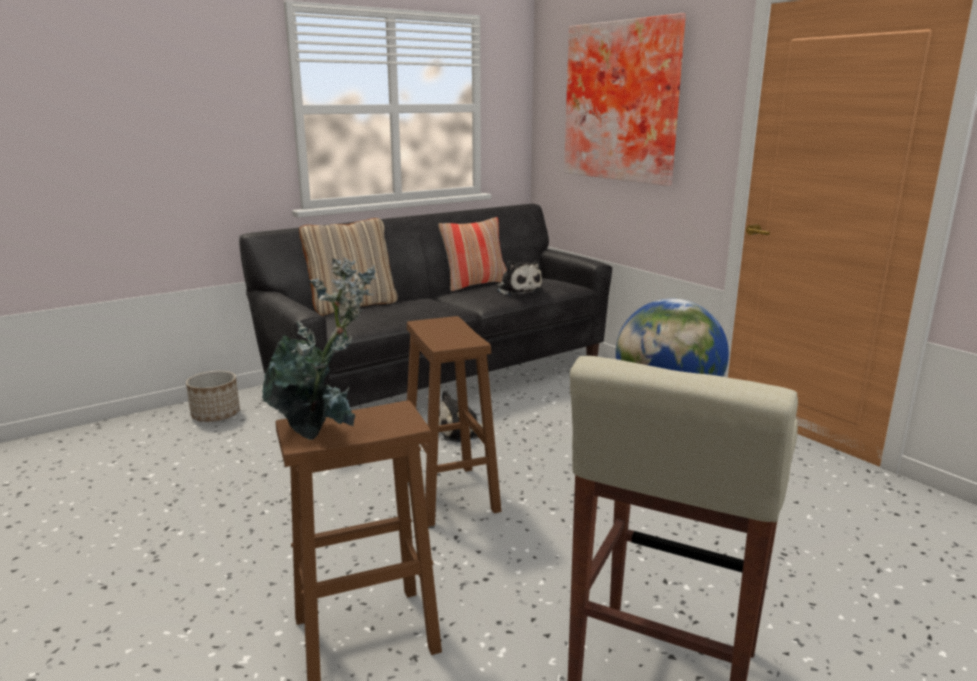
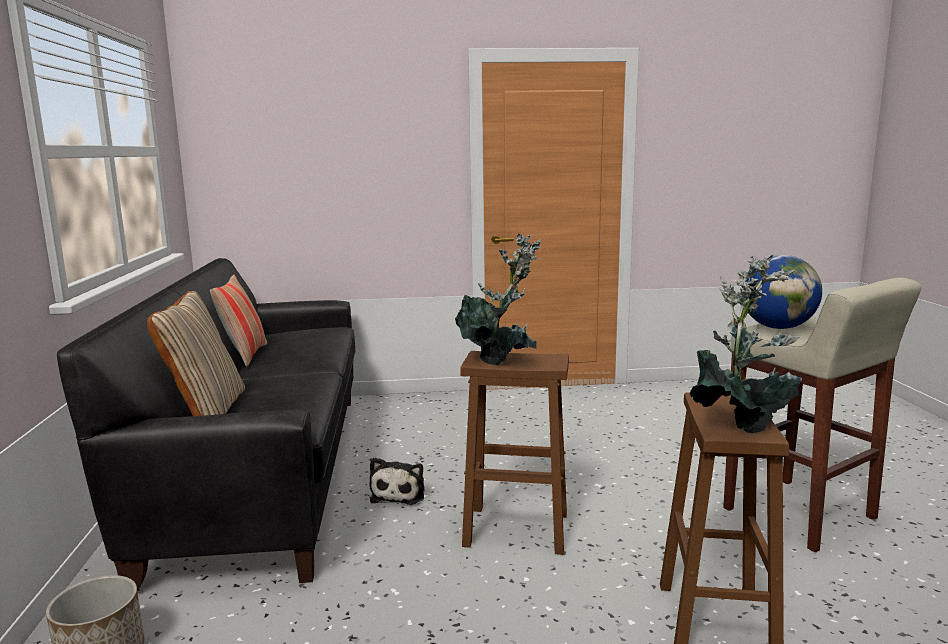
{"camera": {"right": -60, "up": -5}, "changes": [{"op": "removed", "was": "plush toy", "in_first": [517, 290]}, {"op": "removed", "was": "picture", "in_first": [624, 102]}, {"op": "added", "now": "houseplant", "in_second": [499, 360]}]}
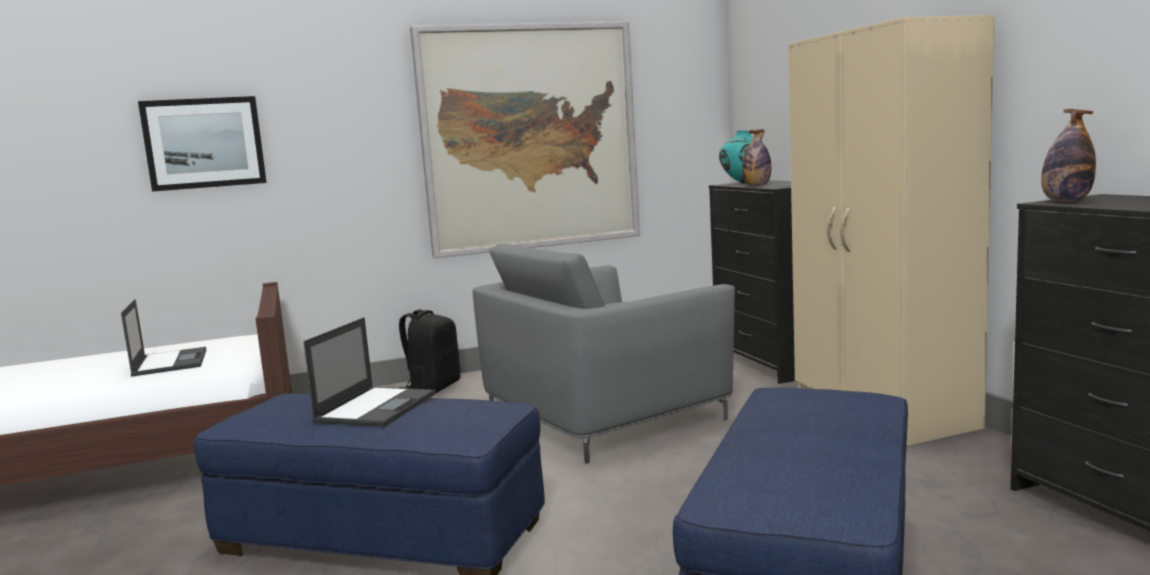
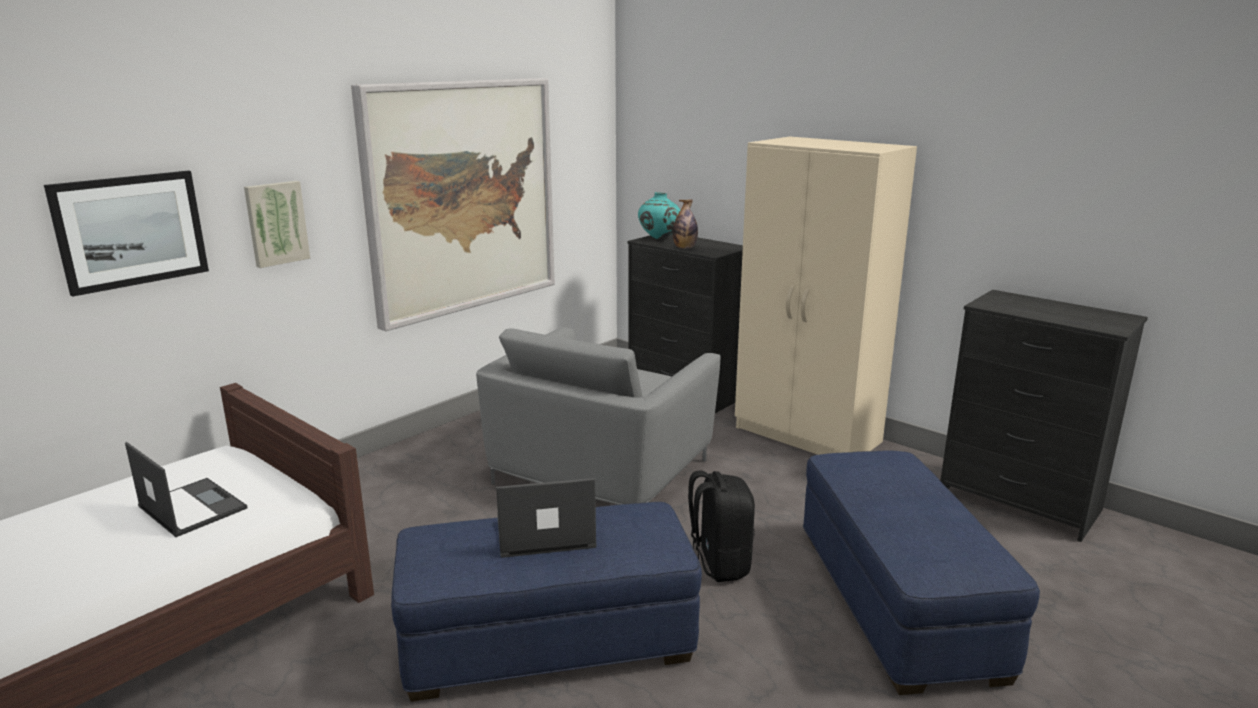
{"camera": {"right": -30, "up": 10}, "changes": [{"op": "turned", "was": "laptop", "in_first": [377, 407], "in_second": [544, 533], "clockwise": -90}, {"op": "moved", "was": "black-coloured backpack", "in_first": [433, 388], "in_second": [717, 564]}, {"op": "removed", "was": "beverage bottle", "in_first": [1066, 201]}, {"op": "added", "now": "picture", "in_second": [276, 223]}]}
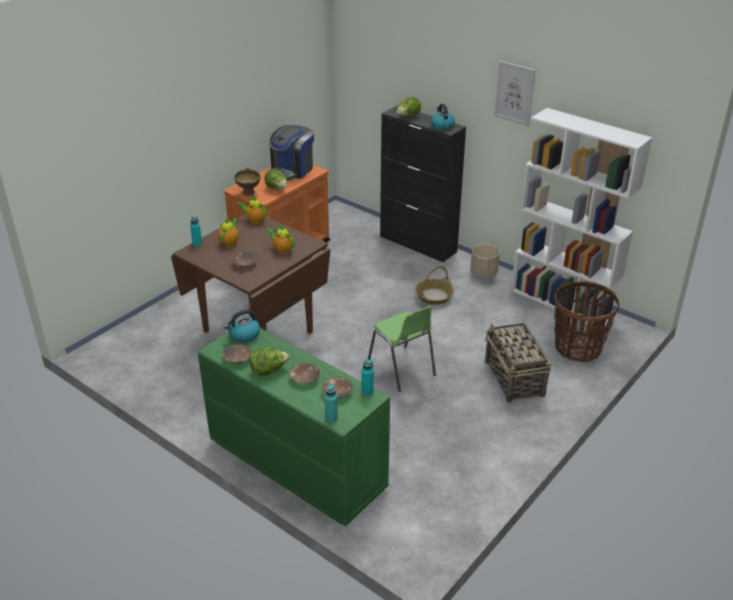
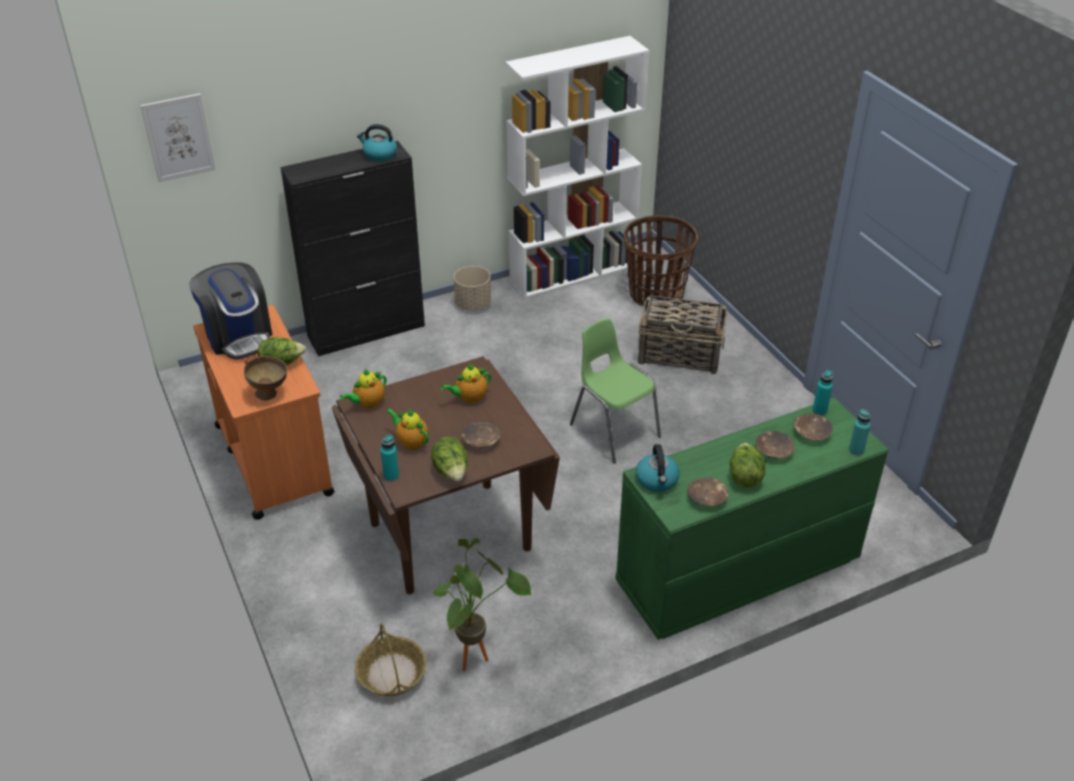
{"camera": {"right": -65, "up": 5}, "changes": [{"op": "turned", "was": "green plain chair", "in_first": [402, 369], "in_second": [613, 430], "clockwise": -120}, {"op": "moved", "was": "head of lettuce", "in_first": [408, 117], "in_second": [451, 472]}, {"op": "moved", "was": "basket", "in_first": [434, 296], "in_second": [391, 673]}, {"op": "moved", "was": "picture", "in_first": [514, 93], "in_second": [178, 137]}, {"op": "added", "now": "houseplant", "in_second": [478, 655]}]}
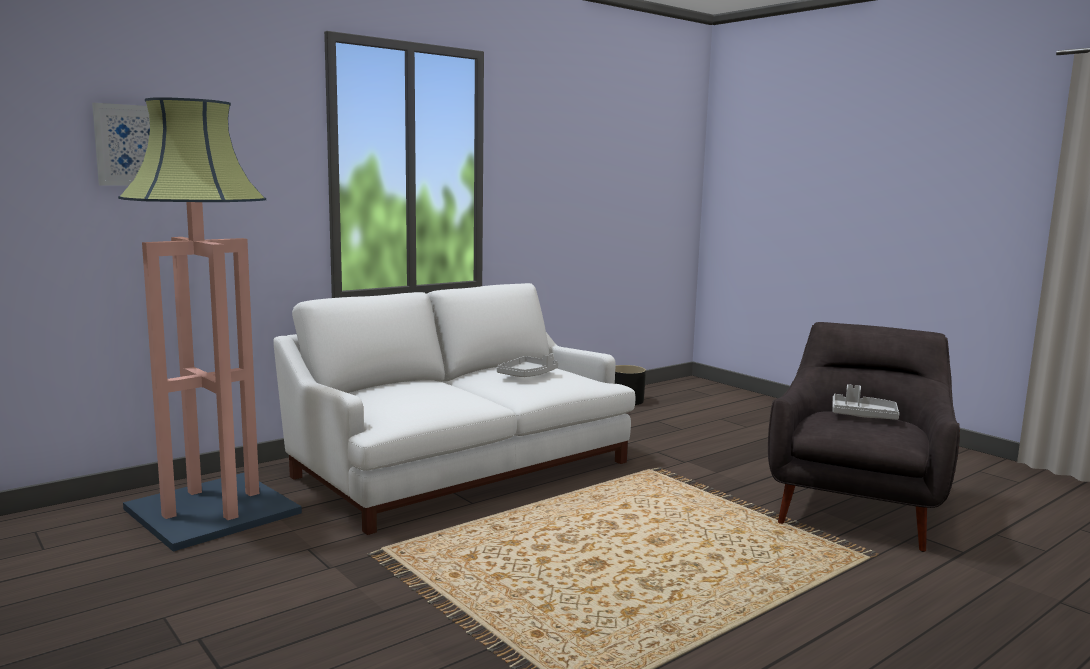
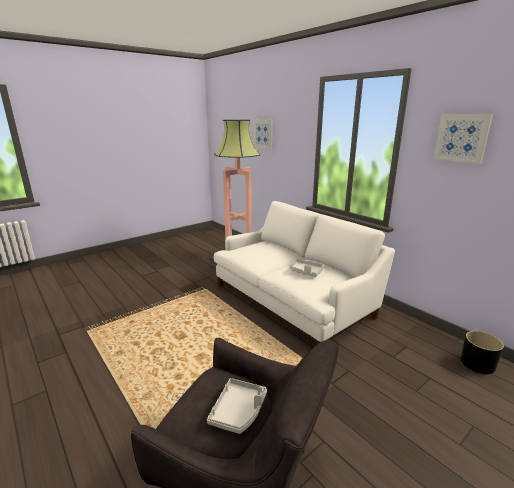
{"camera": {"right": 90, "up": 10}, "changes": [{"op": "added", "now": "picture", "in_second": [461, 137]}]}
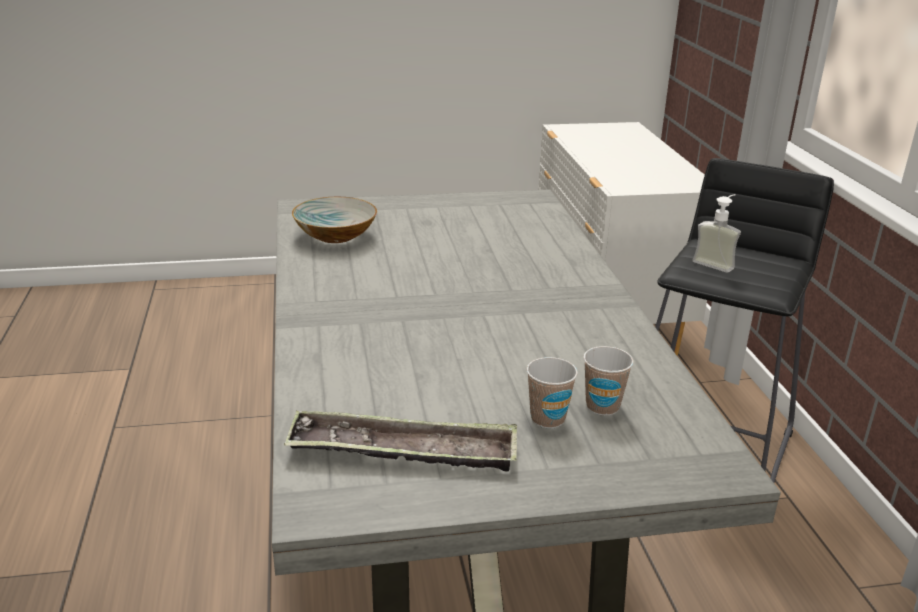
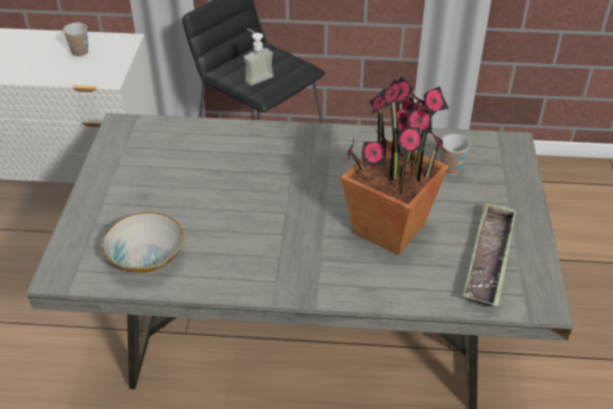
{"camera": {"right": -75, "up": 15}, "changes": [{"op": "moved", "was": "cup", "in_first": [547, 419], "in_second": [80, 52]}, {"op": "added", "now": "houseplant", "in_second": [389, 229]}]}
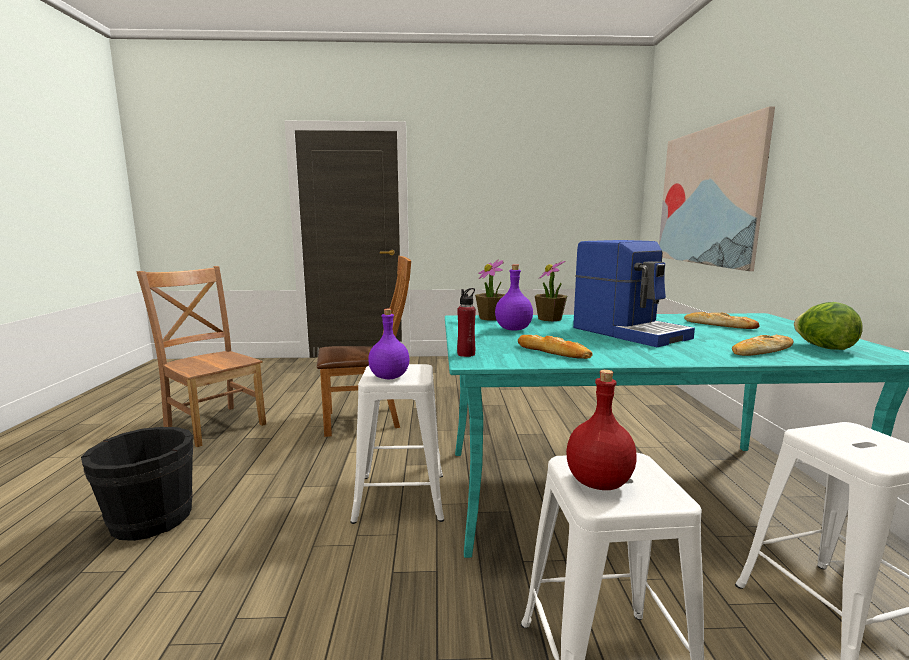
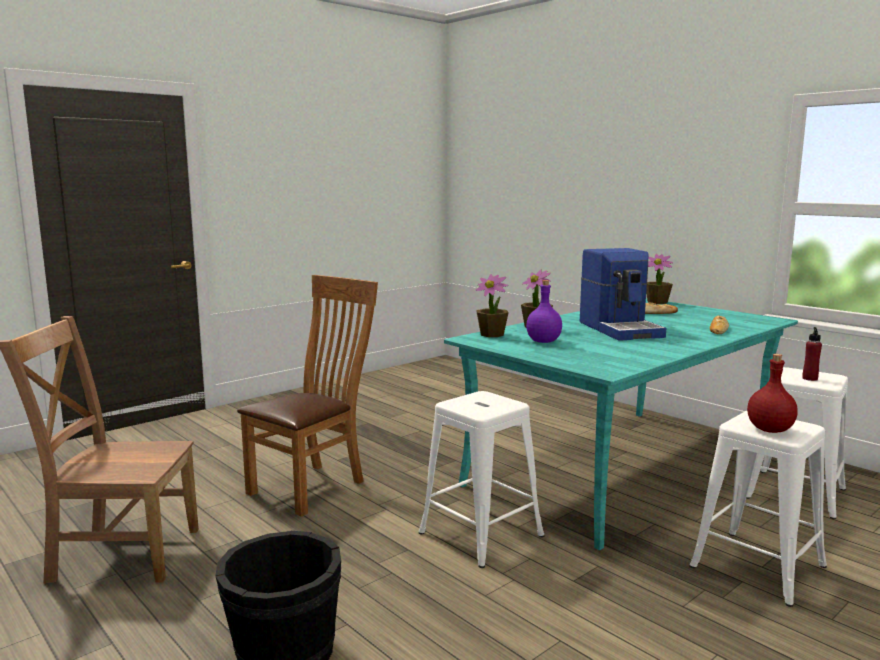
{"camera": {"right": -40, "up": 0}, "changes": [{"op": "removed", "was": "purple-coloured beverage bottle", "in_first": [390, 377]}, {"op": "moved", "was": "red beverage bottle", "in_first": [466, 354], "in_second": [810, 378]}, {"op": "removed", "was": "baked bread", "in_first": [552, 352]}, {"op": "turned", "was": "coffee maker", "in_first": [629, 332], "in_second": [621, 329], "clockwise": 60}, {"op": "removed", "was": "picture", "in_first": [708, 196]}, {"op": "removed", "was": "head of lettuce", "in_first": [823, 347]}, {"op": "added", "now": "houseplant", "in_second": [657, 302]}]}
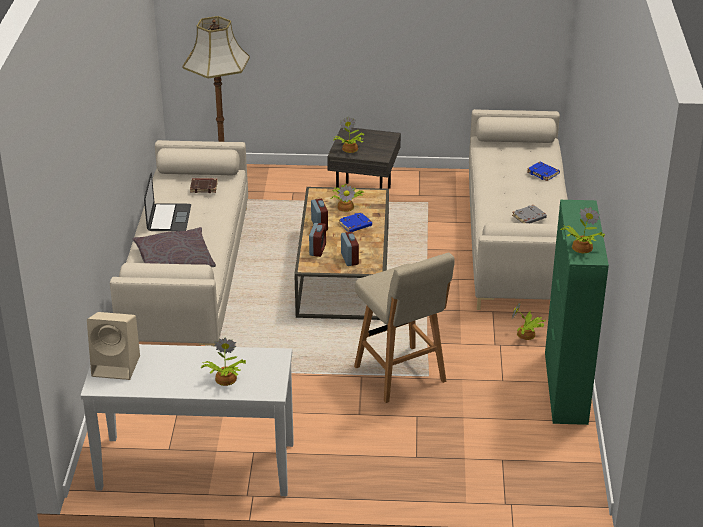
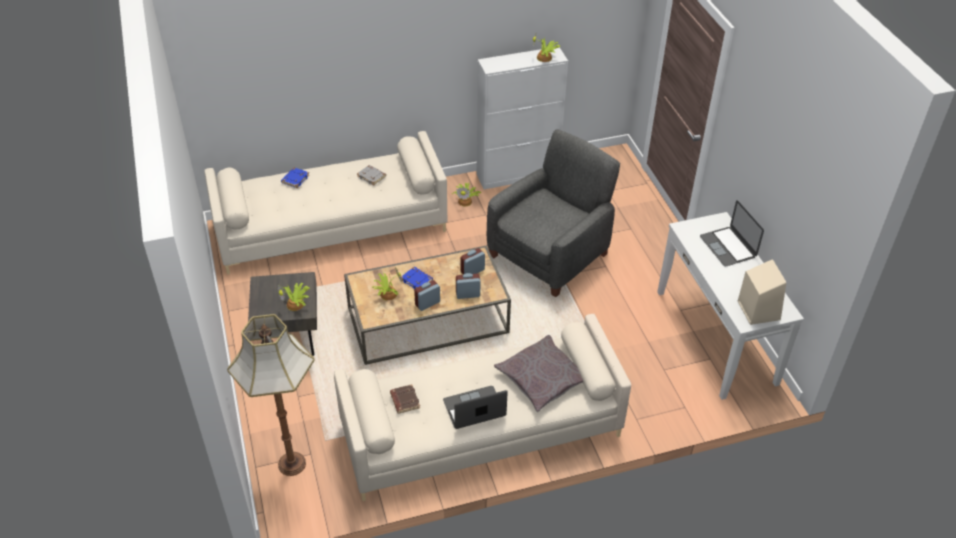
{"camera": {"right": -110, "up": 10}, "changes": [{"op": "replaced", "was": "houseplant", "now": "laptop", "in_first": [224, 379], "in_second": [728, 246]}, {"op": "replaced", "was": "sand-coloured stool seat", "now": "greyish easy chair", "in_first": [401, 376], "in_second": [550, 254]}, {"op": "recoloured", "was": "green cupboard", "now": "whitish cupboard", "in_first": [565, 388], "in_second": [518, 174]}]}
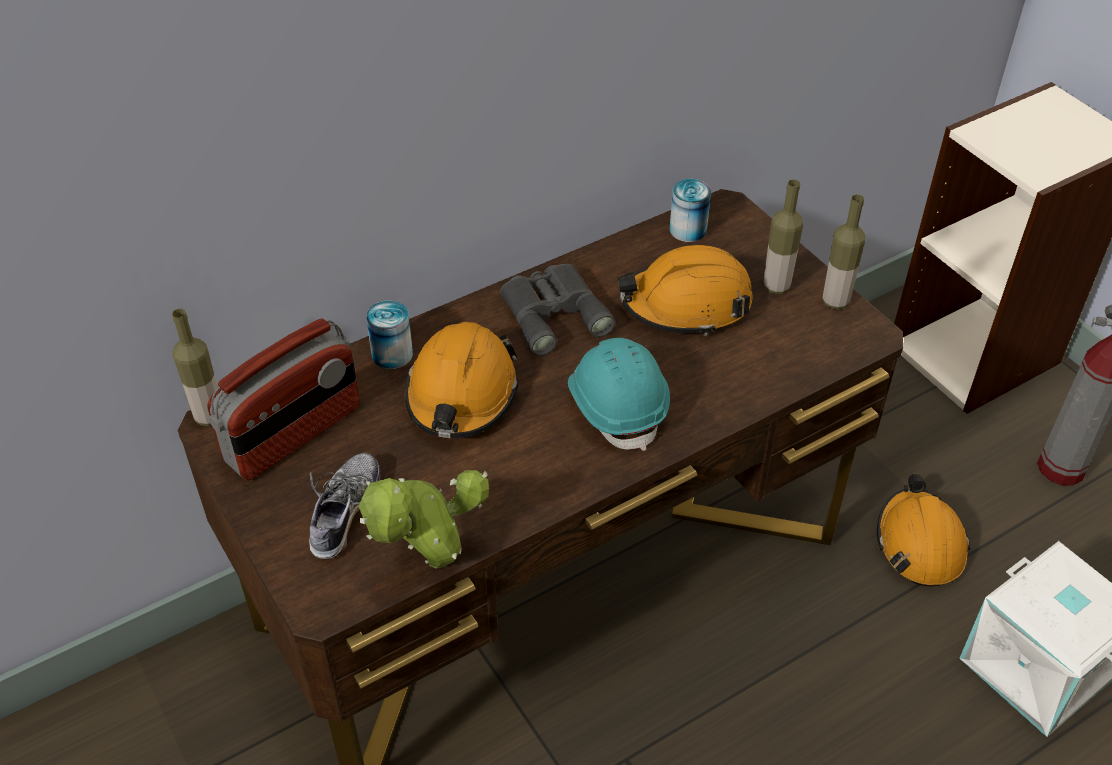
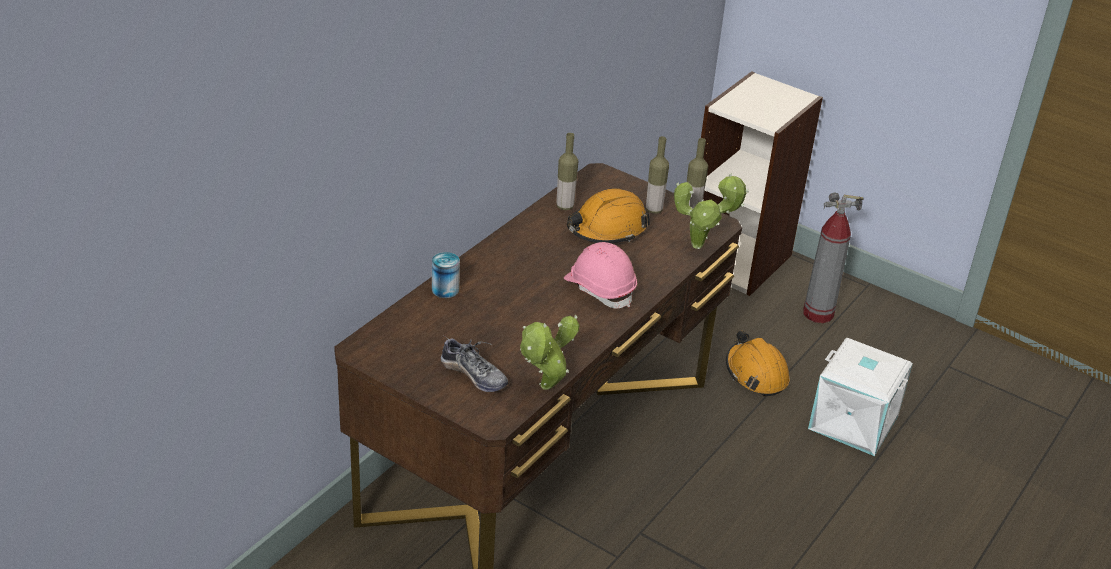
{"camera": {"right": -25, "up": -10}, "changes": [{"op": "moved", "was": "beverage bottle", "in_first": [209, 416], "in_second": [565, 206]}, {"op": "removed", "was": "radio", "in_first": [294, 435]}, {"op": "turned", "was": "item of footwear", "in_first": [344, 512], "in_second": [474, 375], "clockwise": 135}, {"op": "removed", "was": "orange-coloured safety helmet", "in_first": [462, 395]}, {"op": "removed", "was": "greyish field glasses", "in_first": [553, 312]}, {"op": "recoloured", "was": "turquoise-coloured safety helmet", "now": "pink-coloured safety helmet", "in_first": [617, 406], "in_second": [600, 289]}, {"op": "removed", "was": "metal can", "in_first": [688, 229]}, {"op": "added", "now": "houseplant", "in_second": [701, 246]}]}
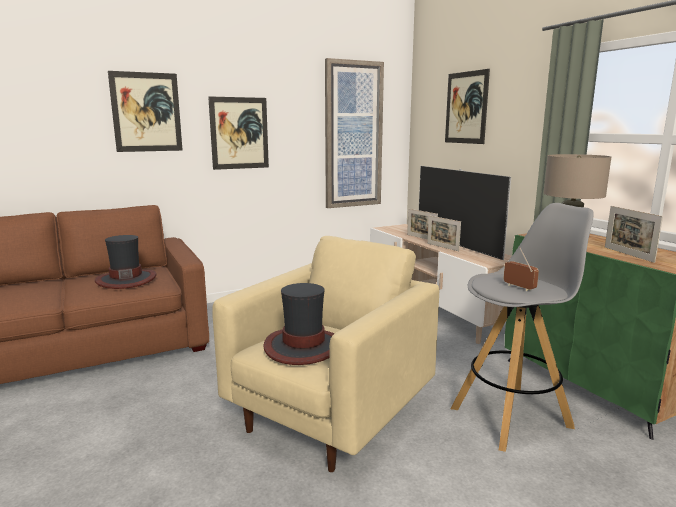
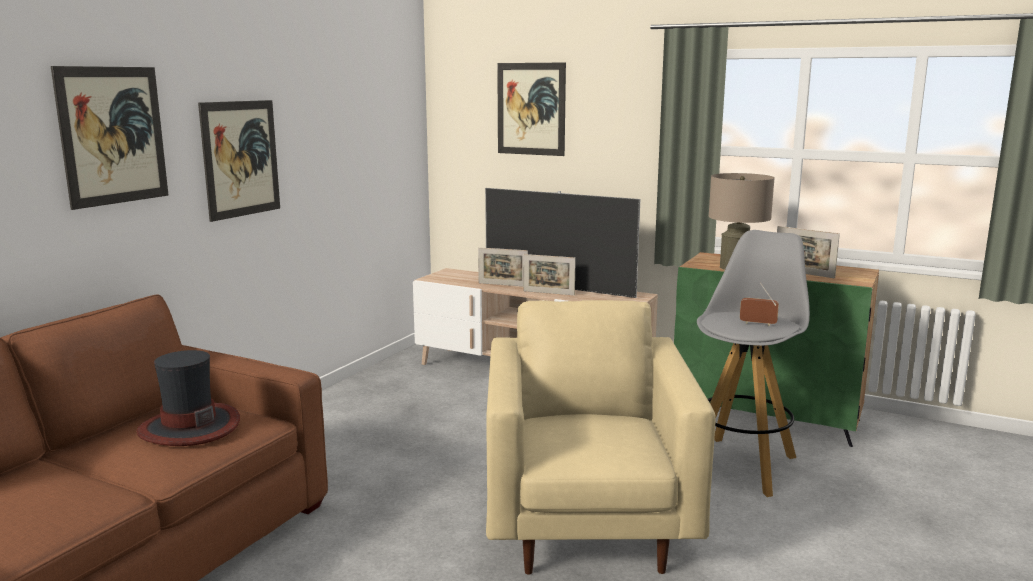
{"camera": {"right": -35, "up": 0}, "changes": [{"op": "removed", "was": "hat", "in_first": [303, 347]}, {"op": "removed", "was": "picture", "in_first": [353, 135]}]}
